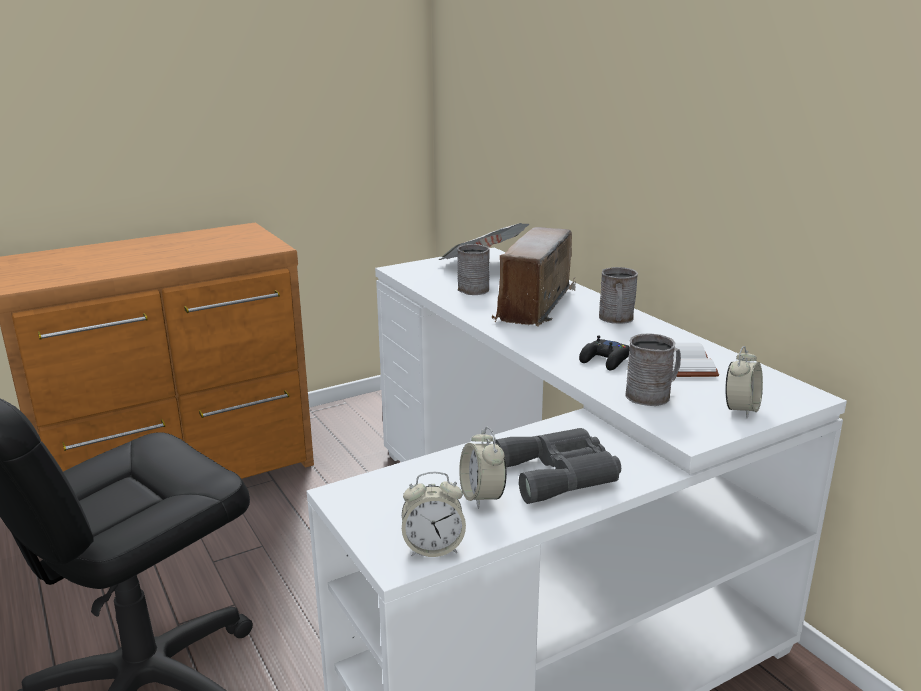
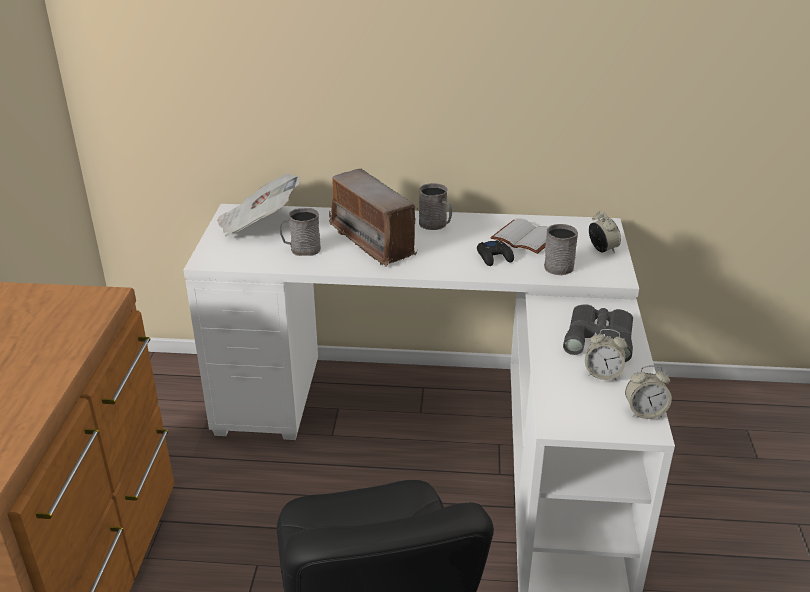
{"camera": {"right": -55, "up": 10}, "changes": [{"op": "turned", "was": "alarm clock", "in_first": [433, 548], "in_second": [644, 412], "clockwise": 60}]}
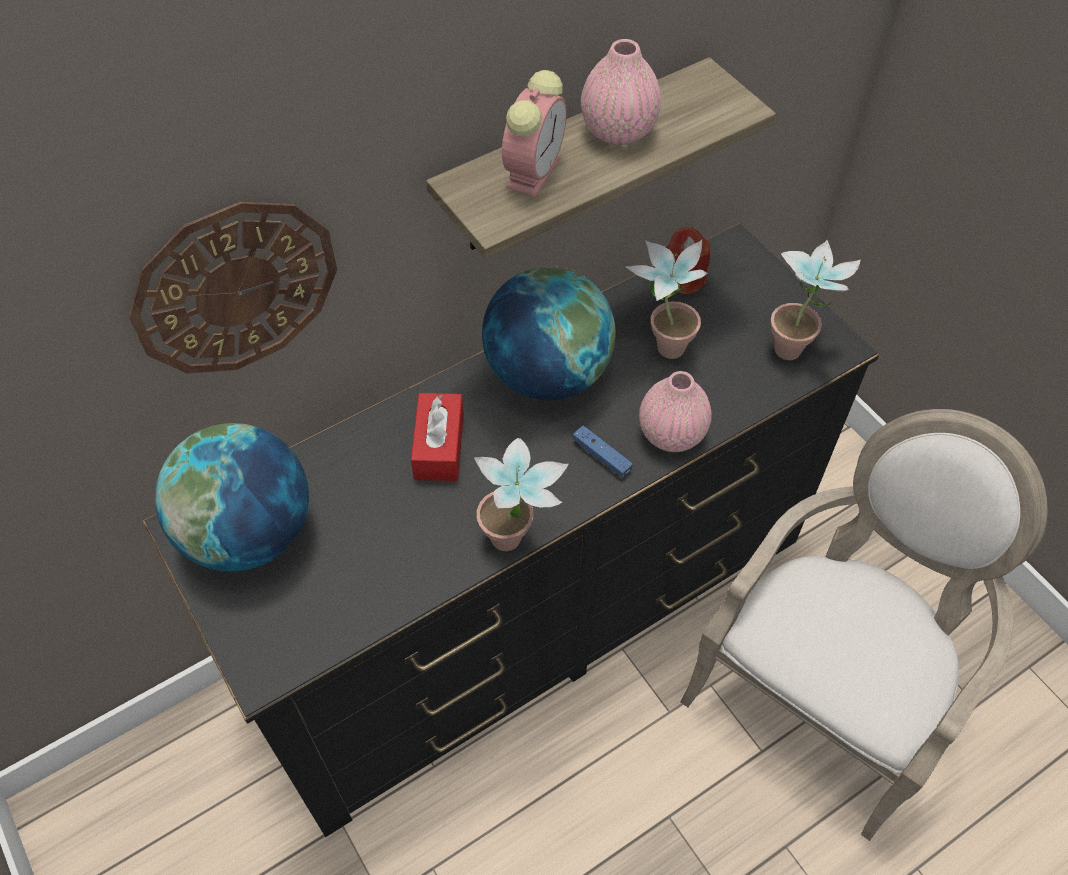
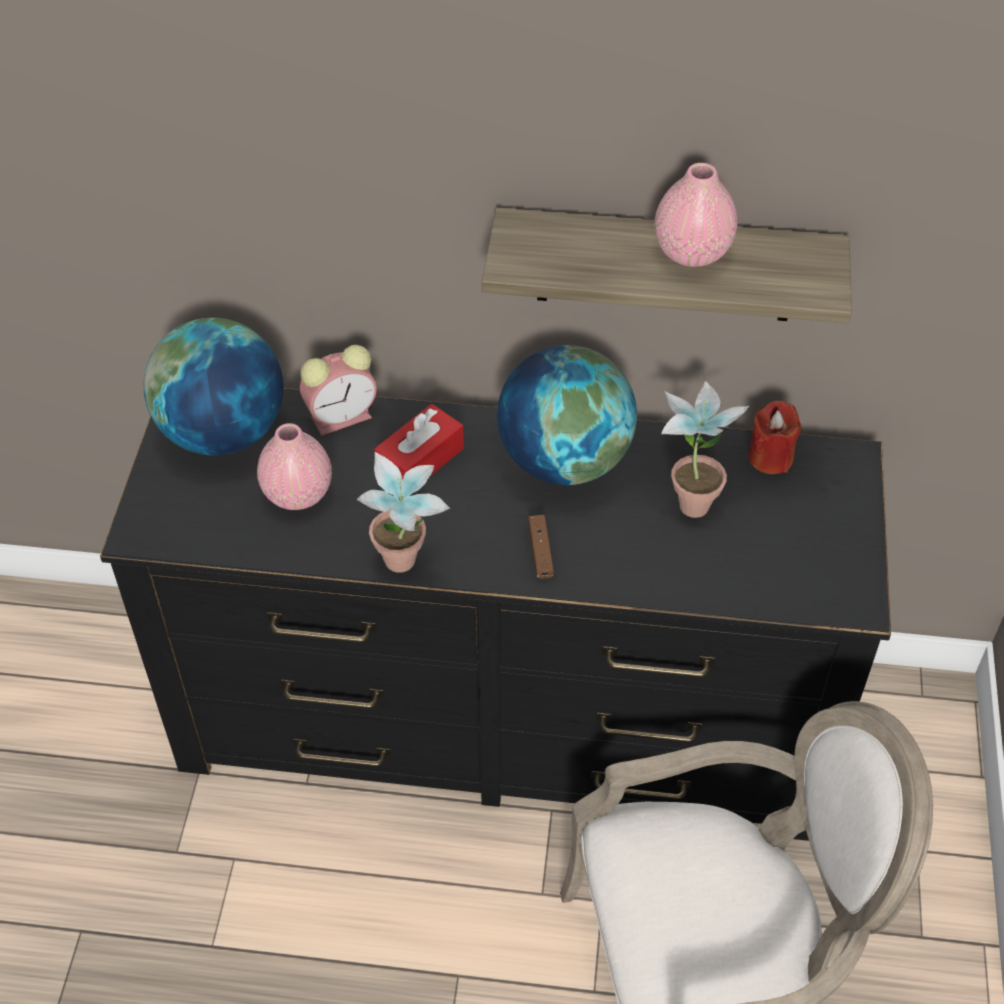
{"camera": {"right": 40, "up": -5}, "changes": [{"op": "removed", "was": "clock on the wall", "in_first": [236, 288]}, {"op": "moved", "was": "alarm clock", "in_first": [534, 170], "in_second": [343, 416]}, {"op": "recoloured", "was": "bluish joypad", "now": "brownish joypad", "in_first": [601, 456], "in_second": [540, 551]}, {"op": "moved", "was": "pink-coloured flower vase", "in_first": [671, 433], "in_second": [298, 493]}, {"op": "removed", "was": "houseplant", "in_first": [795, 345]}]}
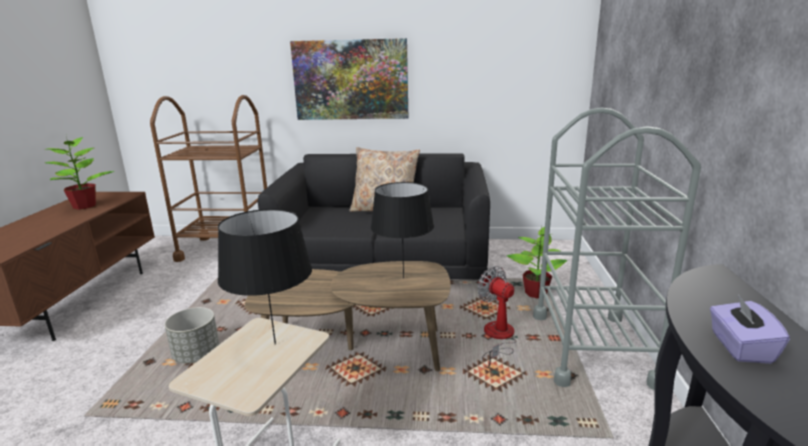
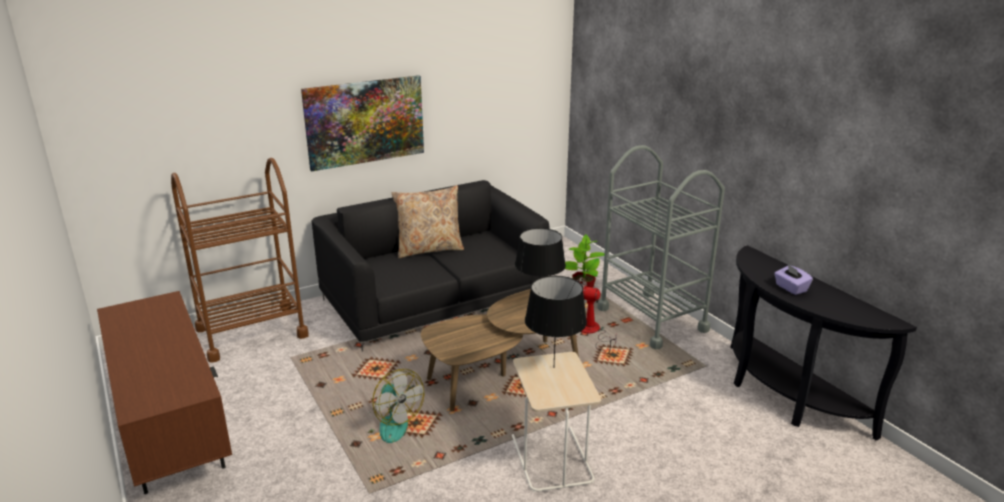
{"camera": {"right": -35, "up": 5}, "changes": [{"op": "removed", "was": "houseplant", "in_first": [85, 206]}, {"op": "replaced", "was": "greyish plant pot", "now": "fan", "in_first": [197, 355], "in_second": [388, 424]}]}
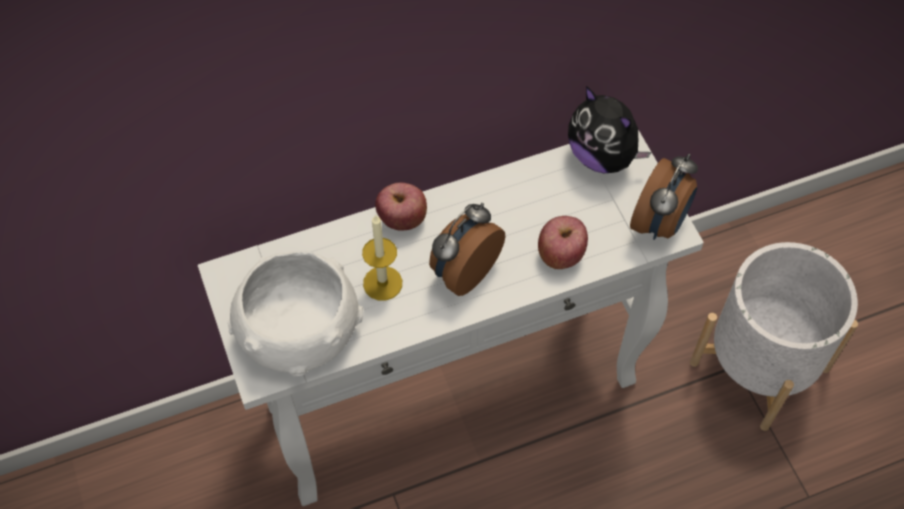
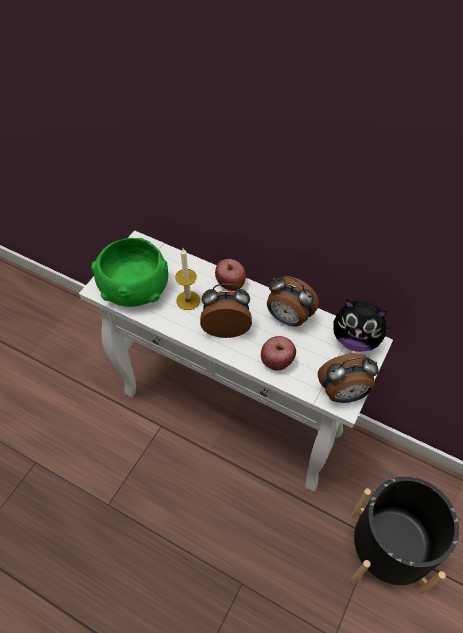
{"camera": {"right": 50, "up": -5}, "changes": [{"op": "recoloured", "was": "whitish bowl", "now": "green bowl", "in_first": [299, 330], "in_second": [133, 287]}, {"op": "turned", "was": "plush toy", "in_first": [602, 156], "in_second": [355, 339], "clockwise": -75}, {"op": "recoloured", "was": "whitish plant pot", "now": "black-coloured plant pot", "in_first": [759, 366], "in_second": [386, 551]}, {"op": "added", "now": "alarm clock", "in_second": [288, 318]}]}
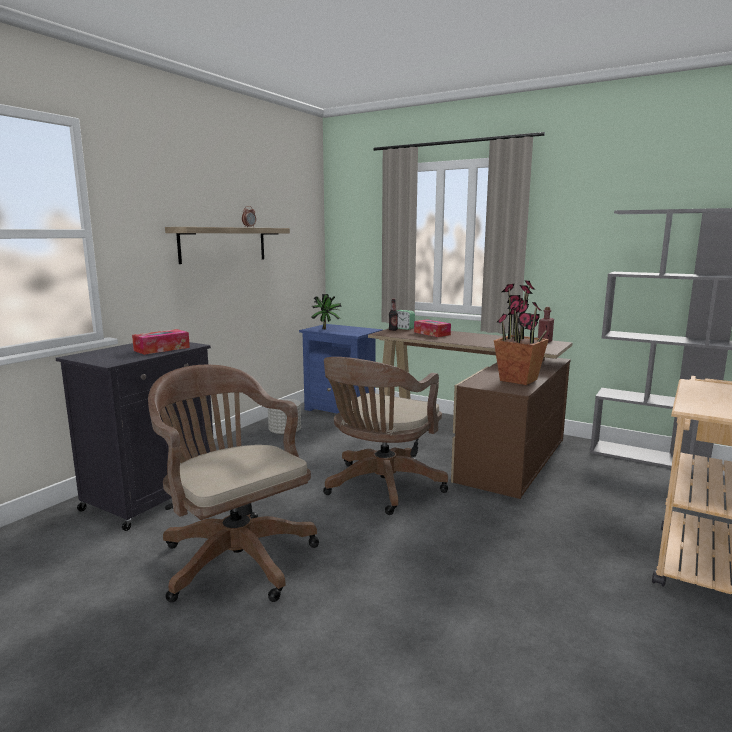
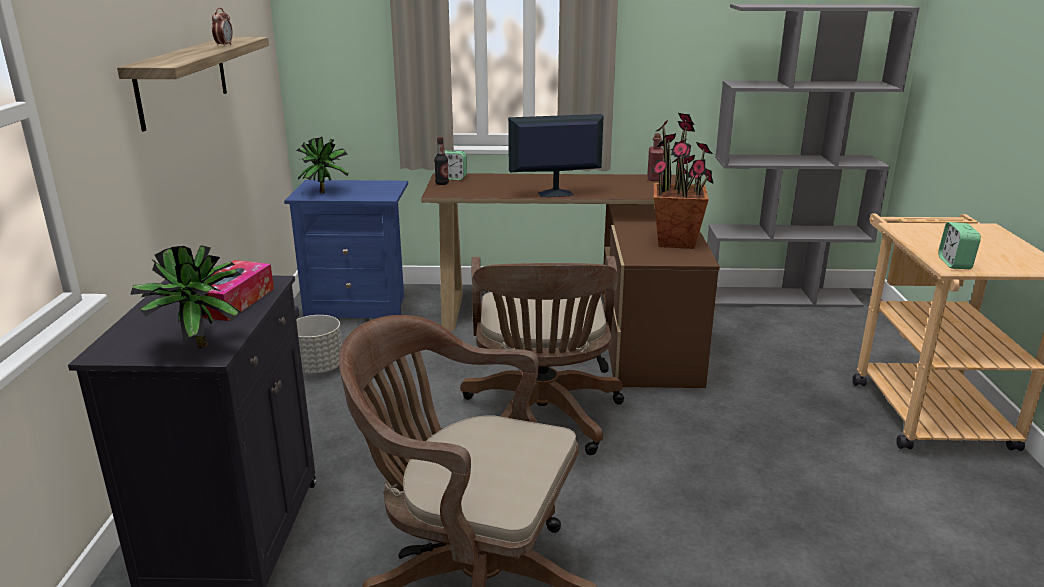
{"camera": {"right": -30, "up": 10}, "changes": [{"op": "removed", "was": "box of tissues", "in_first": [432, 333]}, {"op": "added", "now": "houseplant", "in_second": [195, 345]}, {"op": "added", "now": "computer display", "in_second": [554, 194]}, {"op": "added", "now": "alarm clock", "in_second": [954, 263]}]}
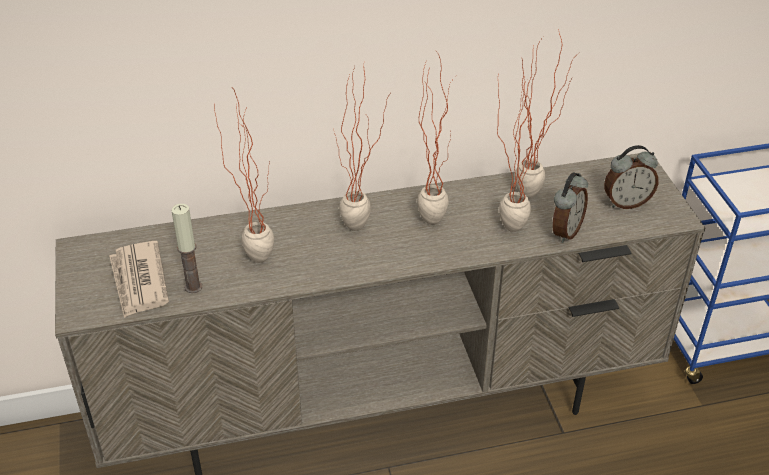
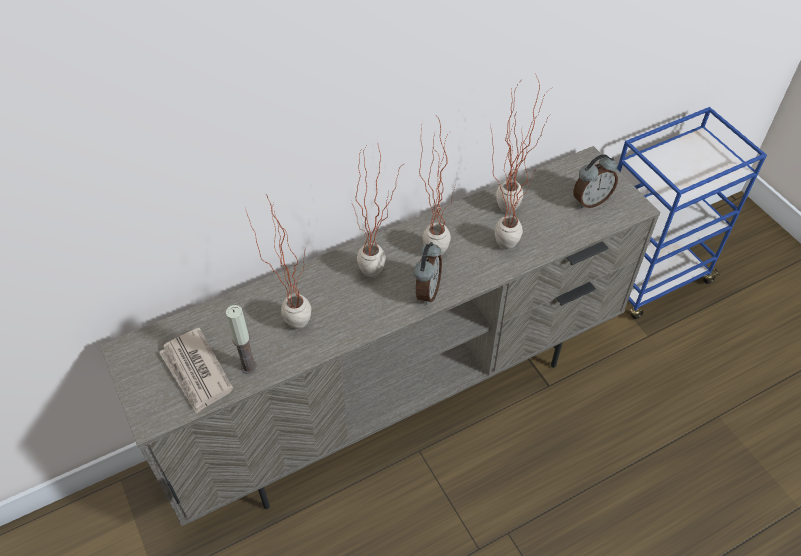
{"camera": {"right": -15, "up": 10}, "changes": [{"op": "moved", "was": "alarm clock", "in_first": [565, 231], "in_second": [426, 291]}]}
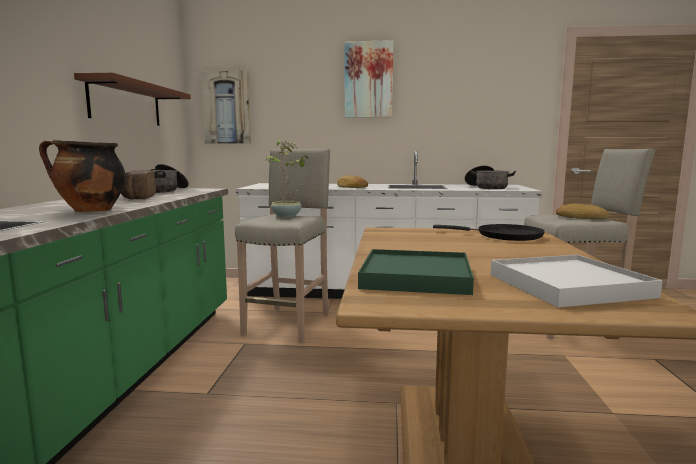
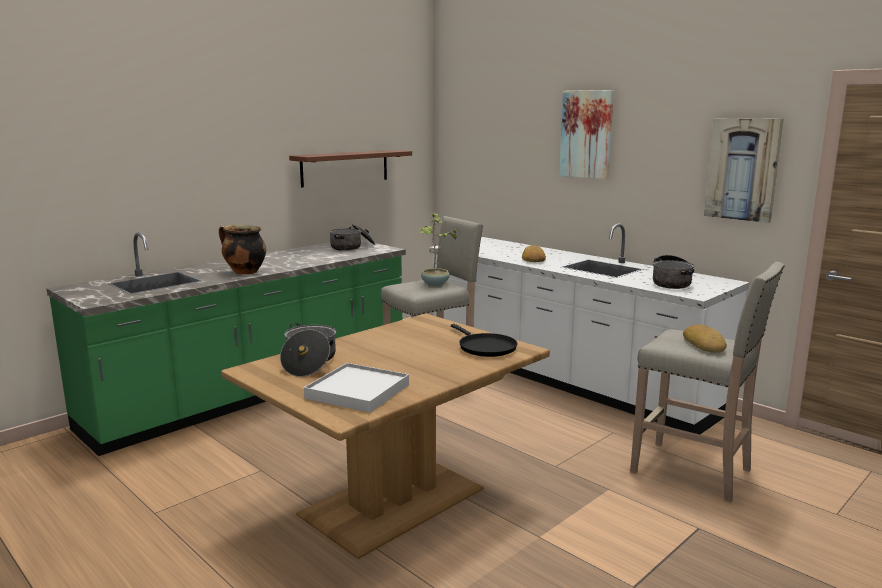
{"camera": {"right": 40, "up": 5}, "changes": [{"op": "removed", "was": "baked bread", "in_first": [137, 197]}, {"op": "moved", "was": "picture", "in_first": [227, 108], "in_second": [742, 169]}, {"op": "replaced", "was": "green carrying tray", "now": "saucepot", "in_first": [416, 277], "in_second": [309, 362]}]}
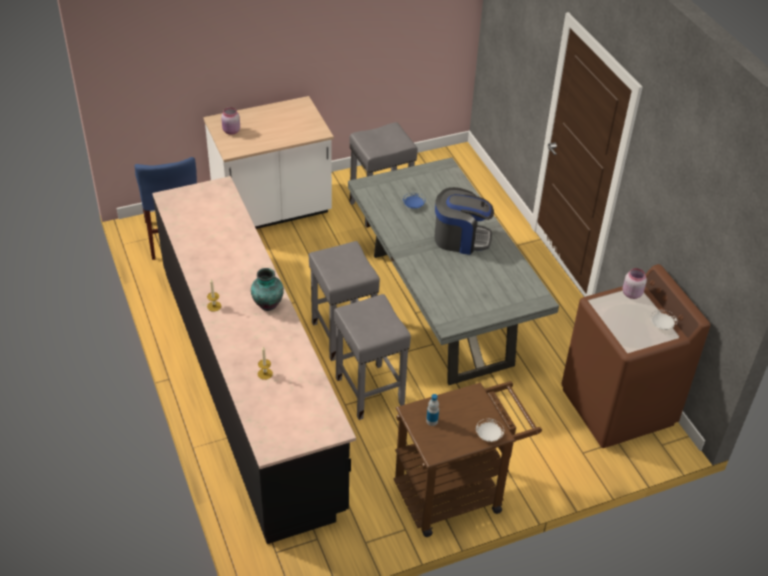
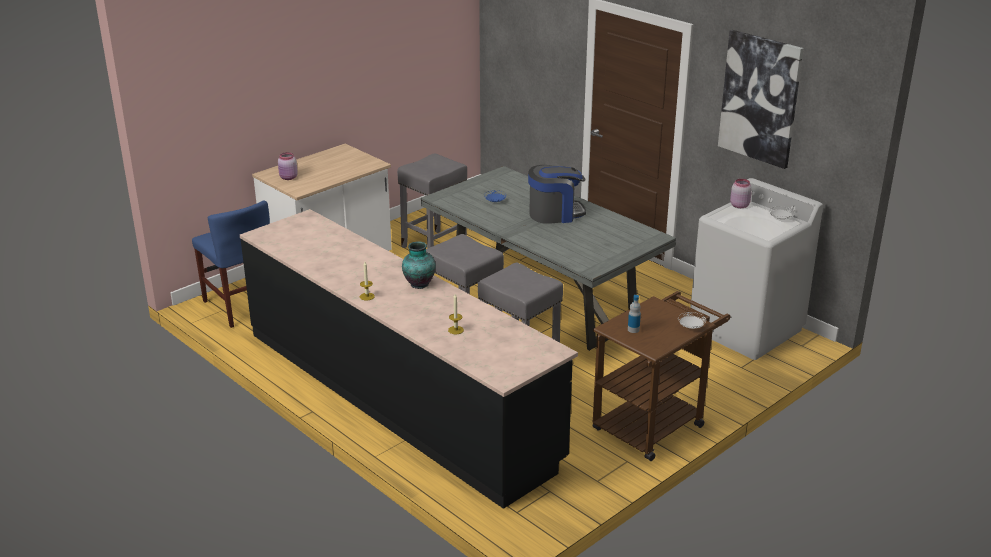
{"camera": {"right": -20, "up": -15}, "changes": [{"op": "recoloured", "was": "brownish laundry appliance", "now": "whitish laundry appliance", "in_first": [618, 407], "in_second": [746, 330]}, {"op": "added", "now": "picture", "in_second": [760, 98]}]}
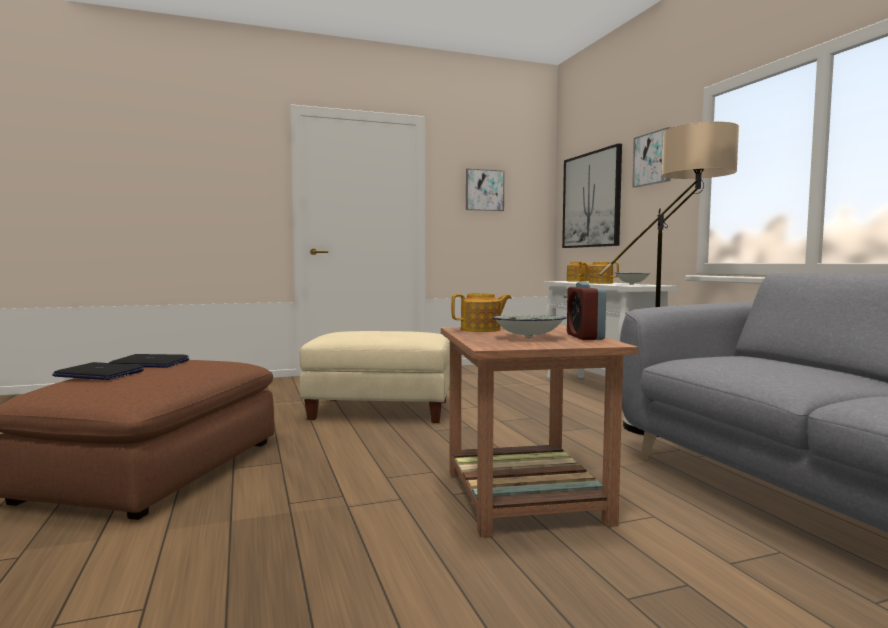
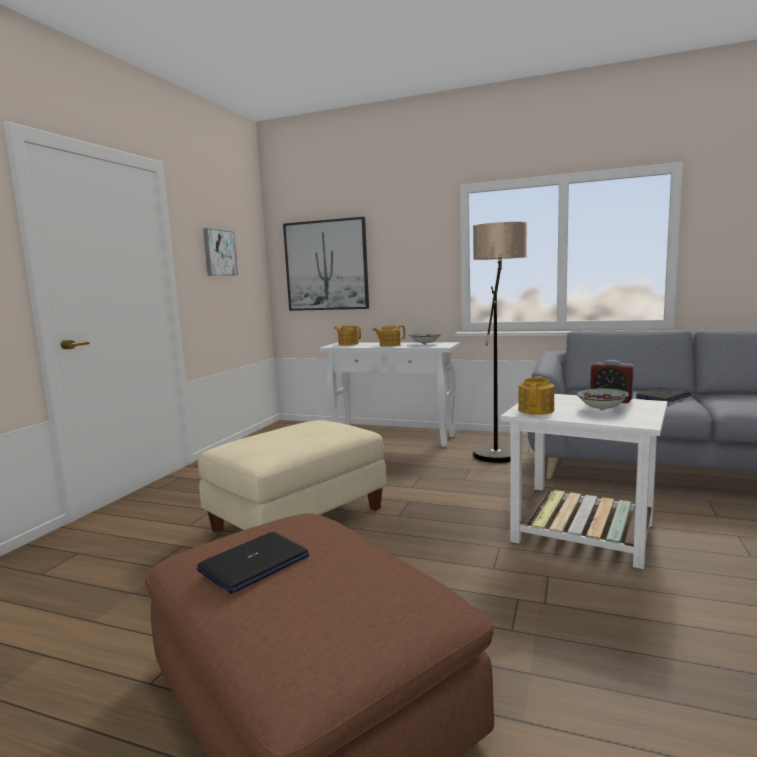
{"camera": {"right": -50, "up": 5}, "changes": [{"op": "moved", "was": "laptop", "in_first": [98, 374], "in_second": [663, 397]}, {"op": "recoloured", "was": "brownish side table", "now": "whitish side table", "in_first": [525, 497], "in_second": [585, 532]}, {"op": "removed", "was": "picture", "in_first": [653, 158]}]}
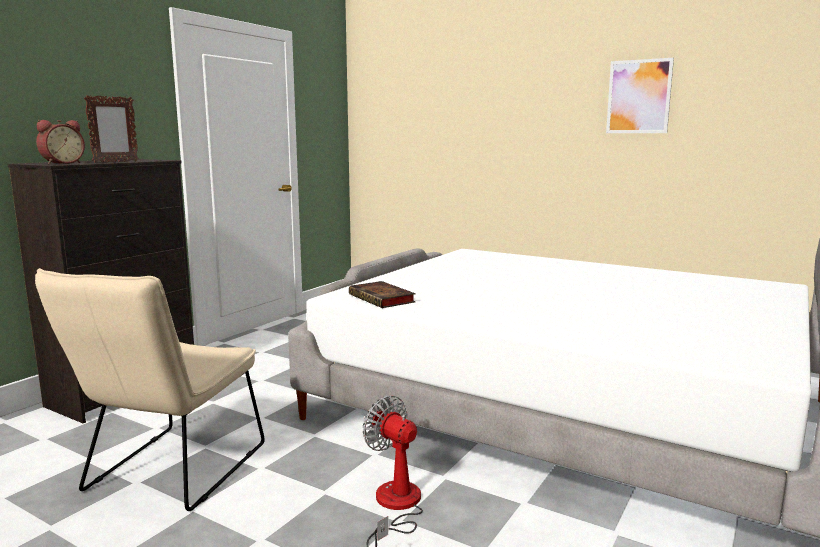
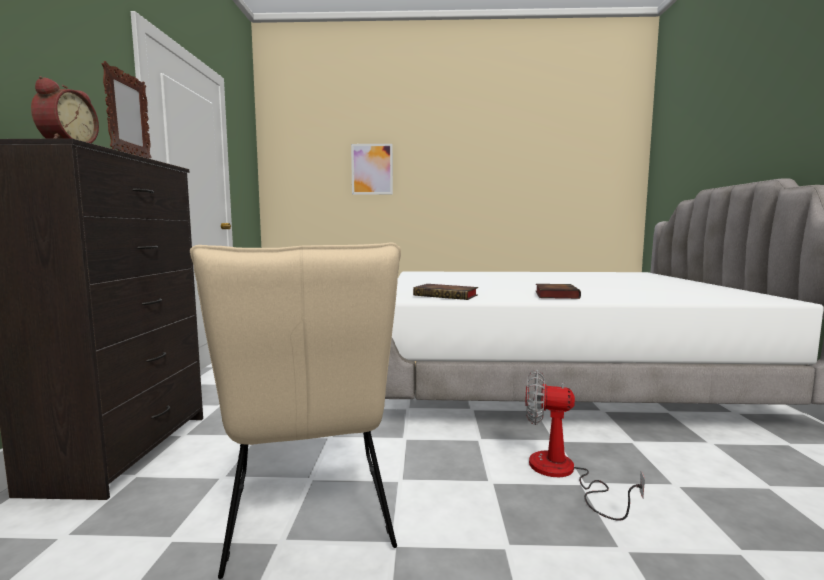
{"camera": {"right": -30, "up": -5}, "changes": [{"op": "moved", "was": "picture", "in_first": [639, 96], "in_second": [372, 169]}, {"op": "added", "now": "volume", "in_second": [555, 295]}]}
